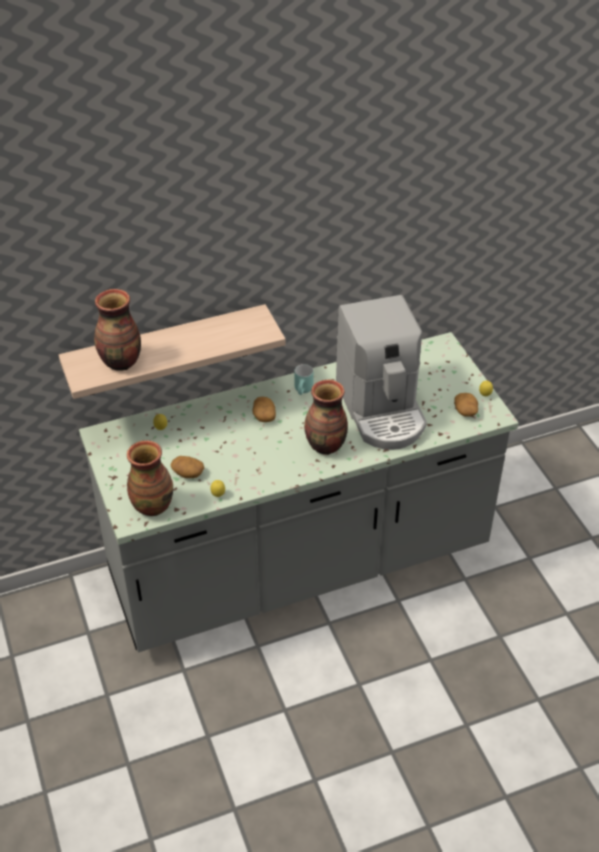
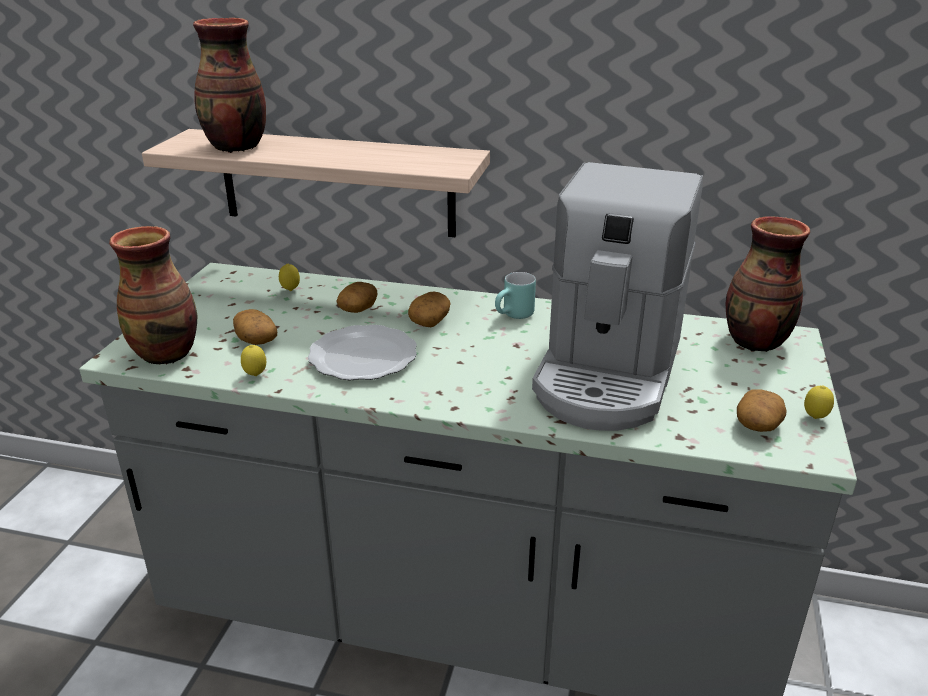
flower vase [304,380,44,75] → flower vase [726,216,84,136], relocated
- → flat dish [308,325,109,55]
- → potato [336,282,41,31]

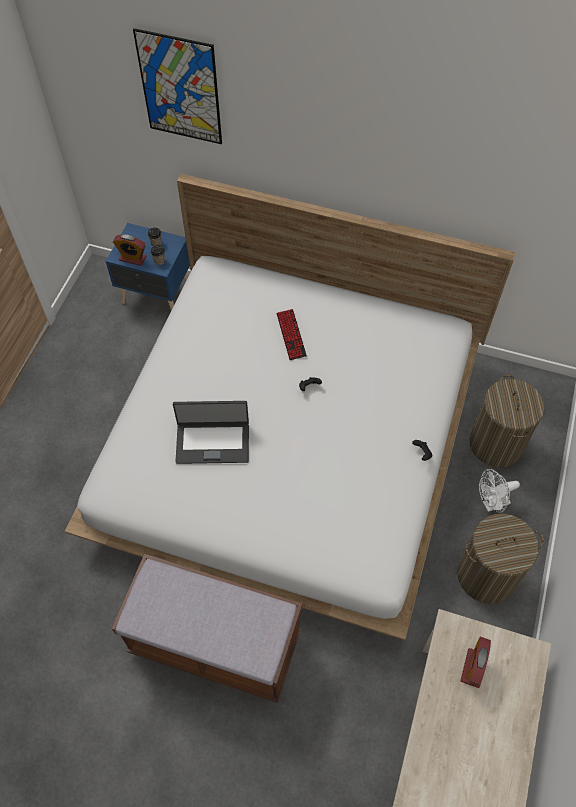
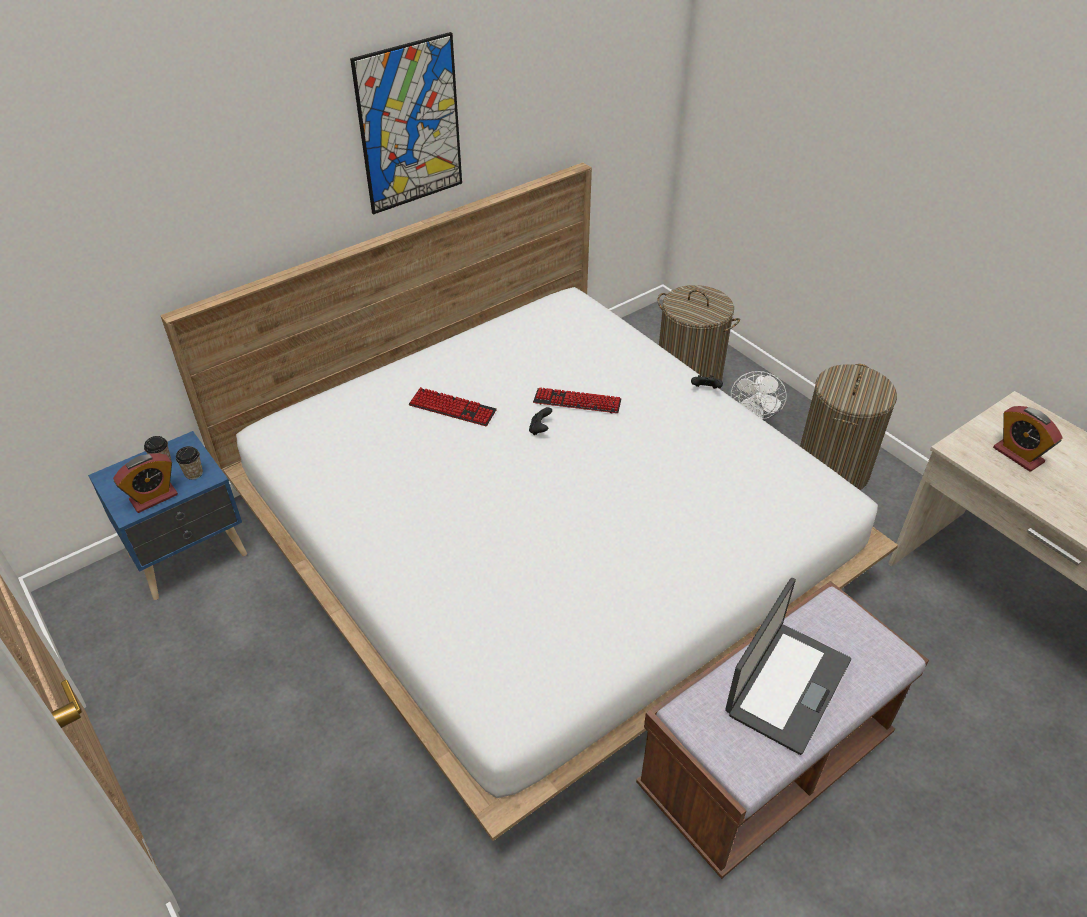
wall picture [133,28,89,116] → wall picture [350,32,112,183], relocated
notebook computer [173,401,76,63] → notebook computer [725,578,126,177], relocated
- → computer keyboard [533,387,88,27]

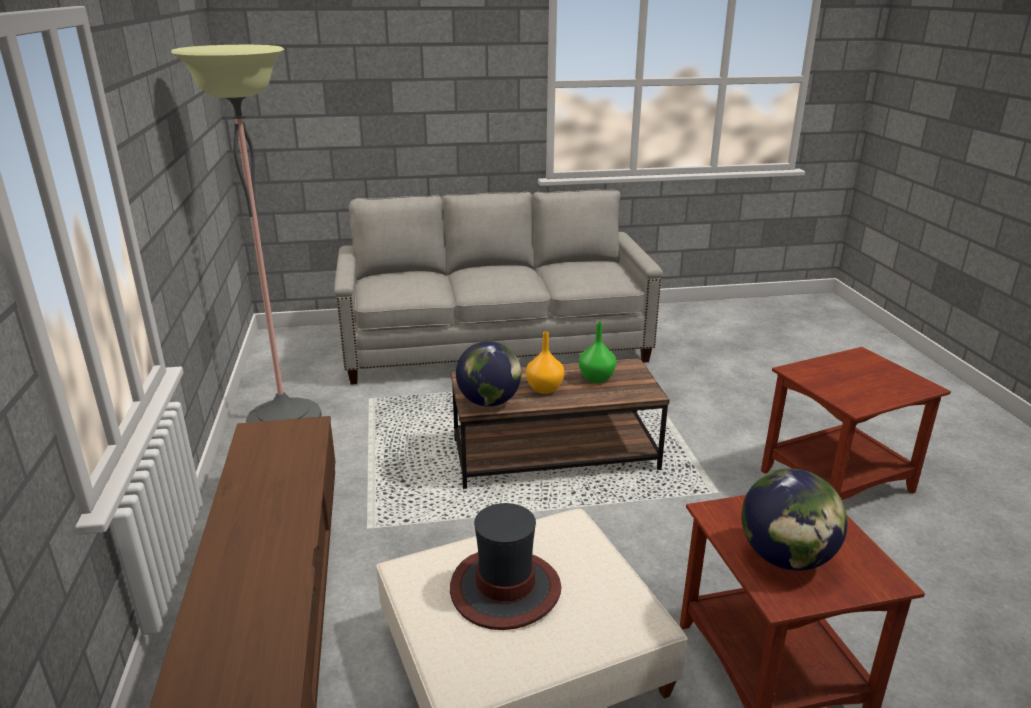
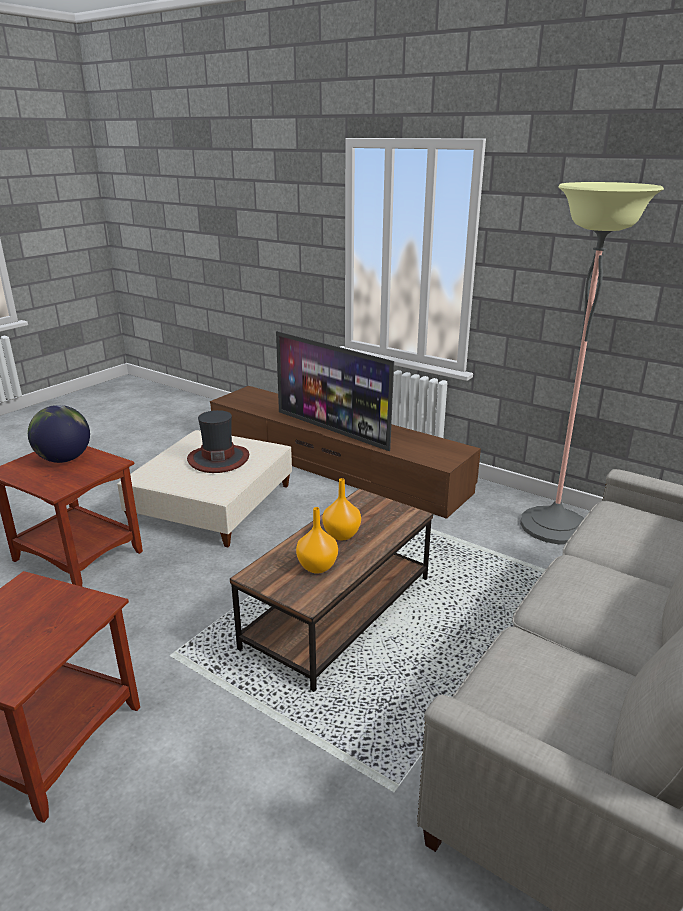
globe [456,341,66,66] → -
green flower vase [579,322,37,61] → orange-coloured flower vase [296,507,42,66]
- → TV set [276,331,118,120]

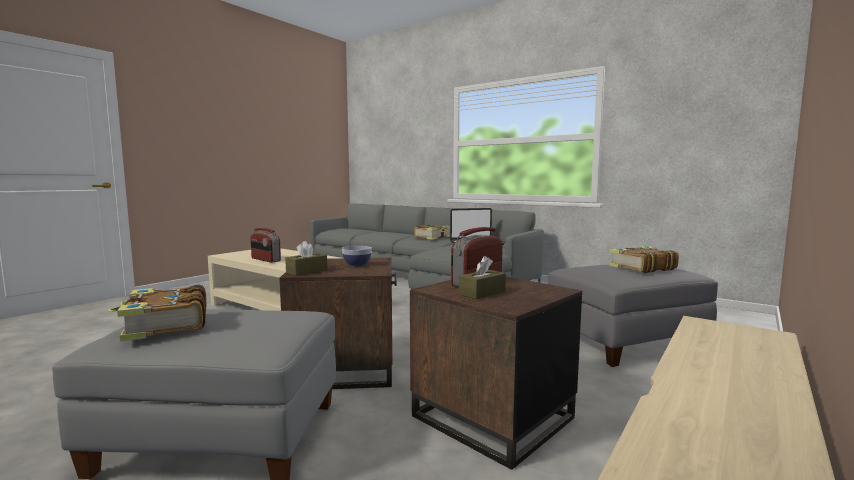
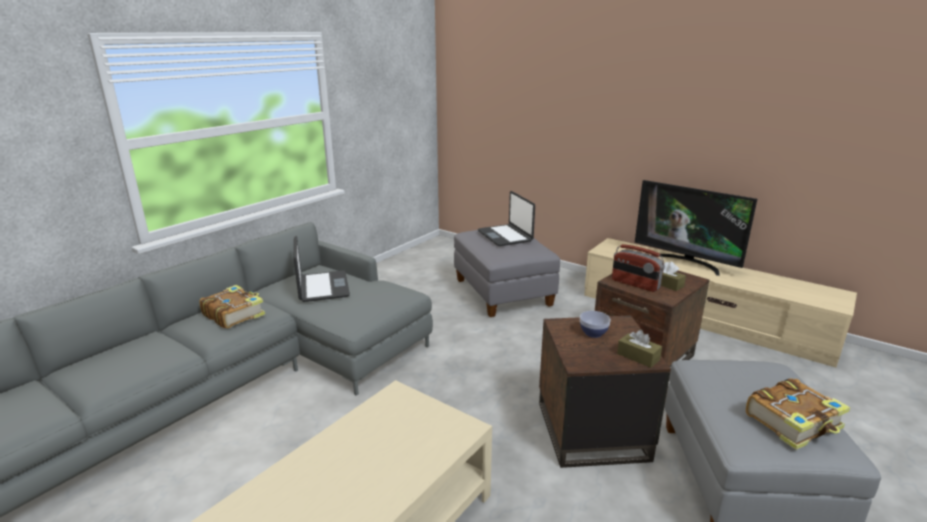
radio set [250,228,31,35] → -
bound book [609,246,70,27] → notebook computer [478,191,57,55]
- → TV set [635,180,122,96]

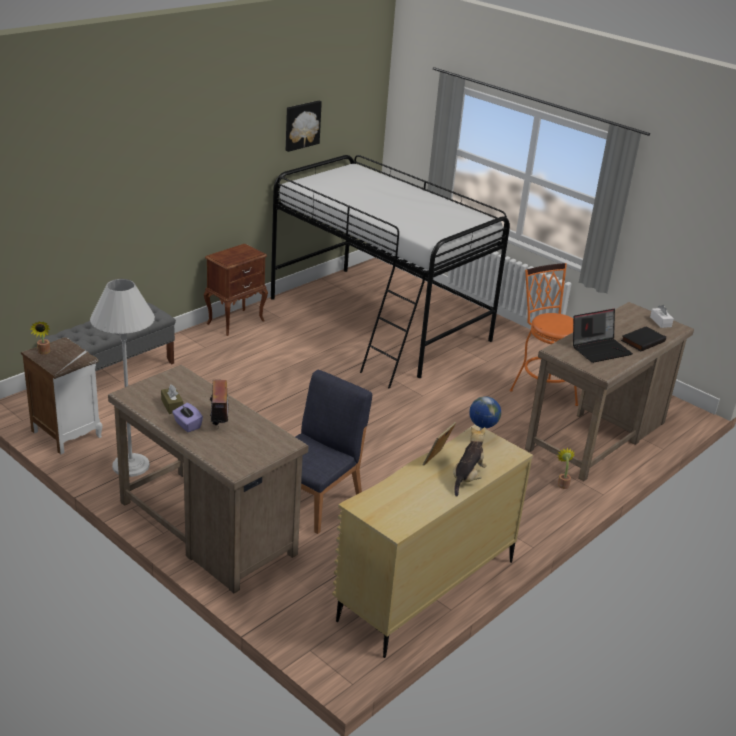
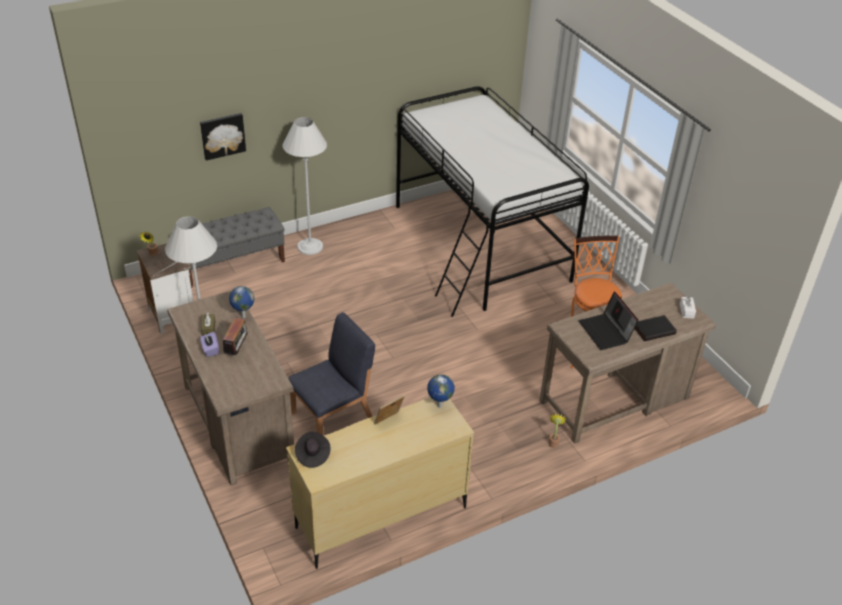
brownish night table [204,244,64,92] → -
wall picture [286,101,36,51] → wall picture [200,113,46,48], relocated
plush toy [453,427,34,70] → -
notebook computer [573,309,60,54] → notebook computer [579,291,60,59], 75 degrees clockwise
- → globe [229,286,25,32]
- → white-coloured floor lamp [282,117,45,138]
- → black wearable hat [295,432,35,36]

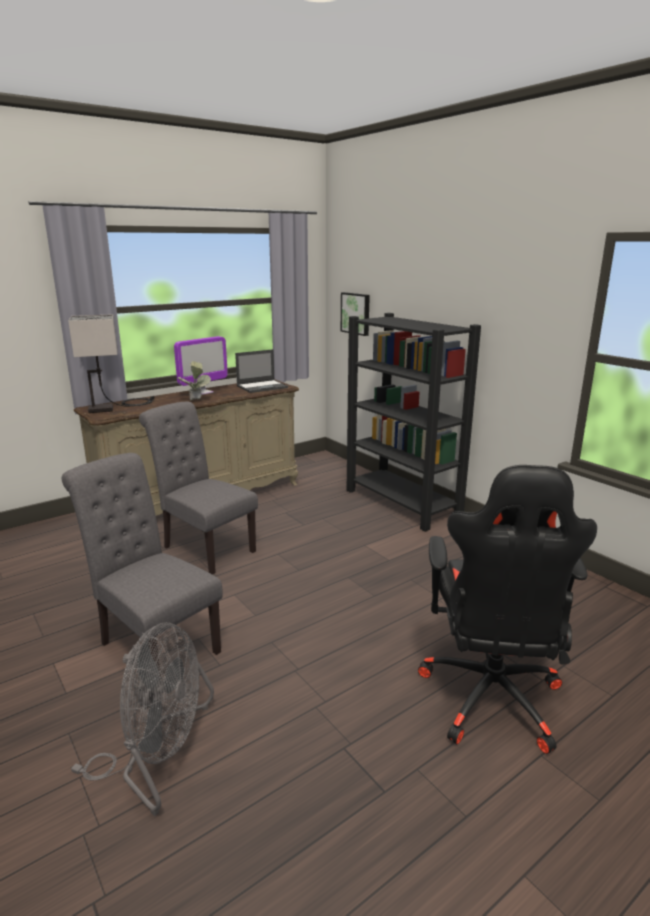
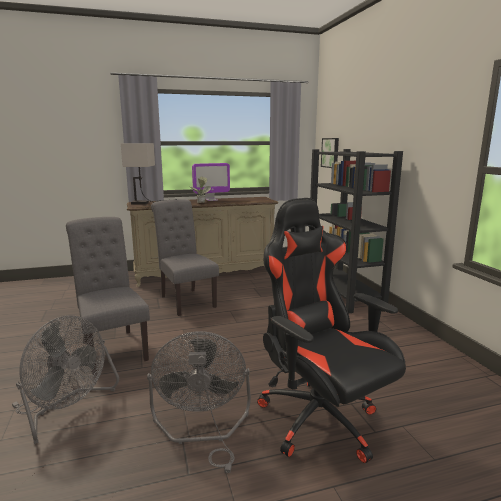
notebook computer [235,349,53,44] → -
black computer chair [418,465,179,289] → black computer chair [257,198,149,265], 120 degrees clockwise
- → grey electric fan [147,331,104,142]

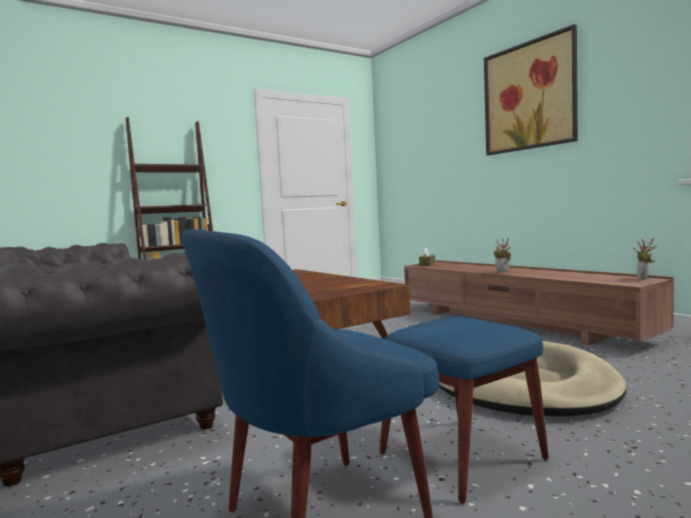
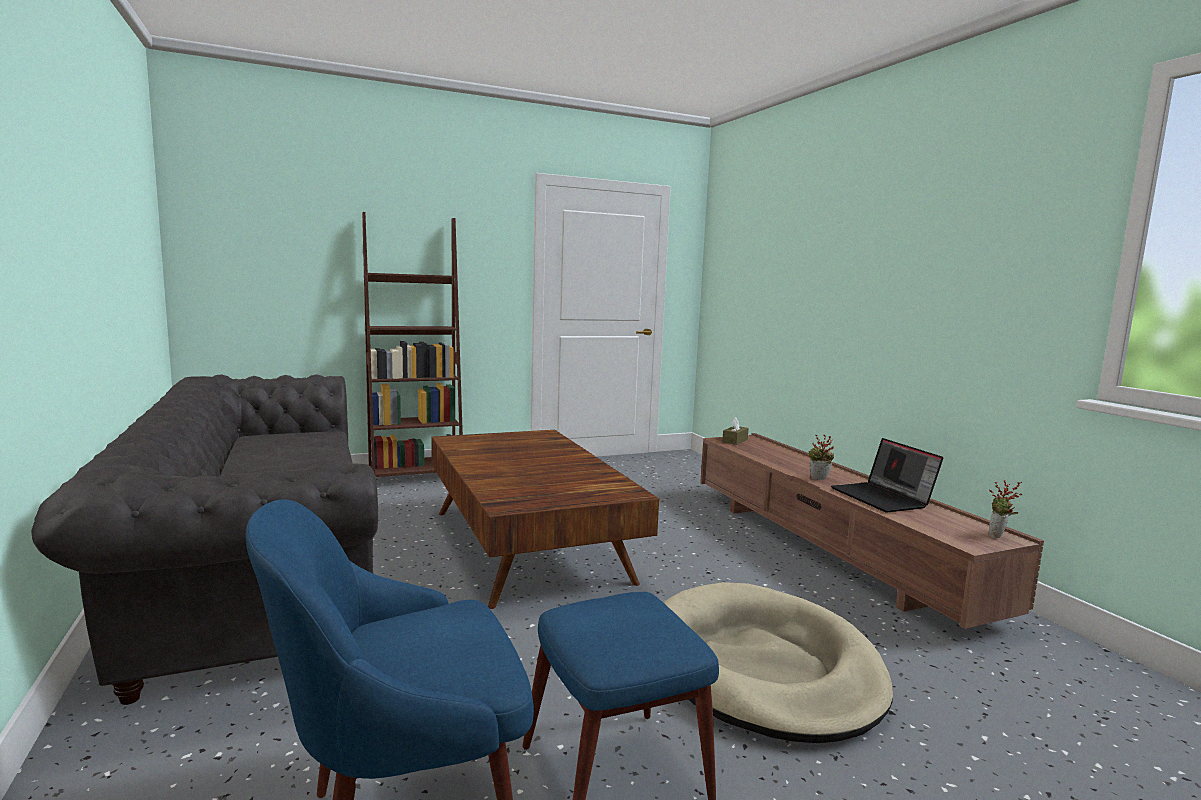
wall picture [484,24,94,131] → -
- → notebook computer [831,438,112,74]

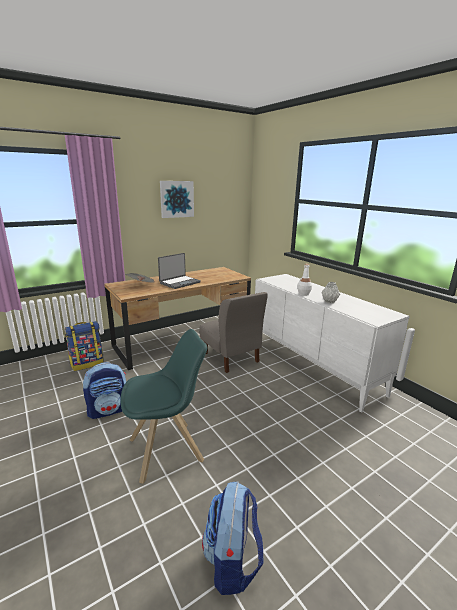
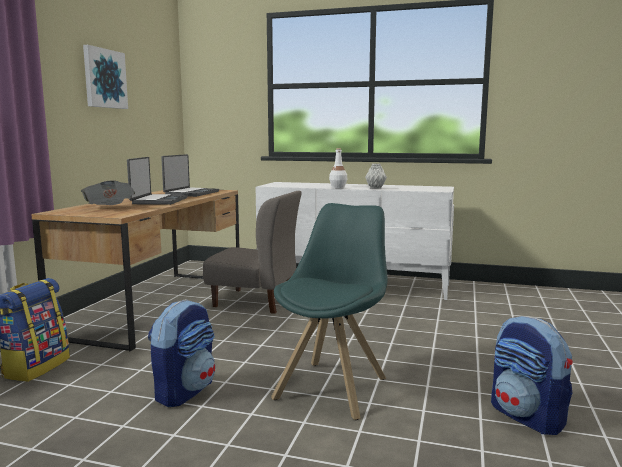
- → notebook computer [161,154,58,43]

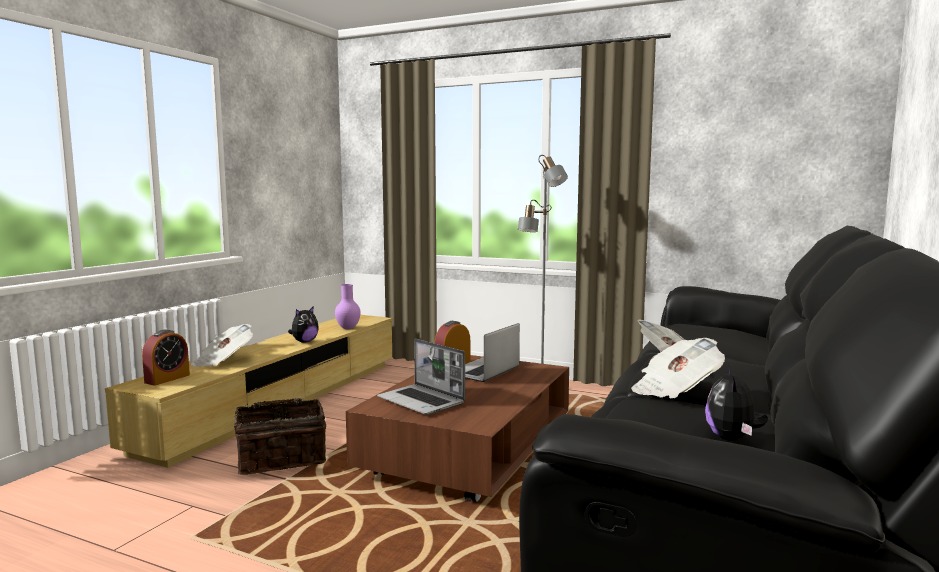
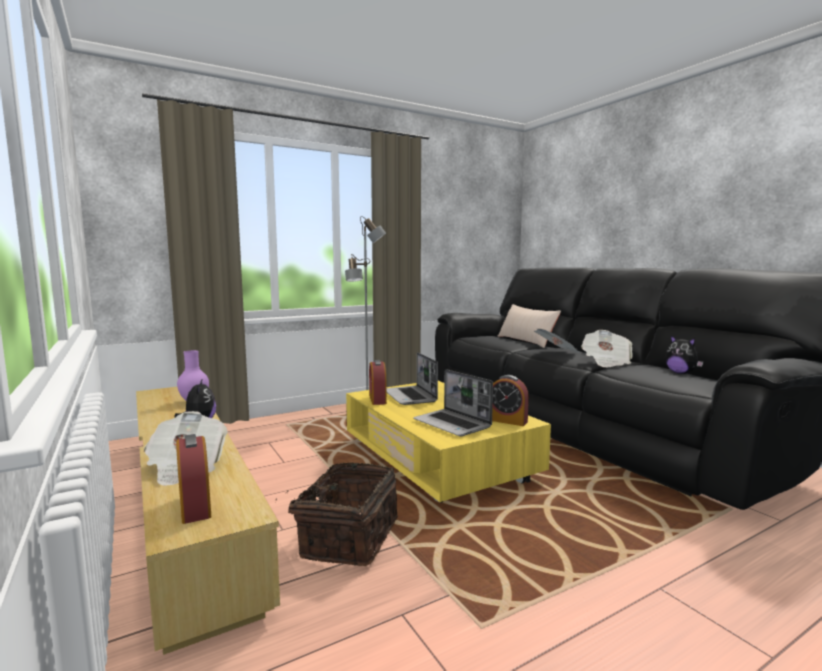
brownish lounge table [346,355,223,147] → yellow-coloured lounge table [346,381,205,122]
notebook computer [377,339,88,76] → notebook computer [413,369,80,67], 60 degrees clockwise
- → table clock [492,375,37,51]
- → beige-coloured pillow [498,304,63,44]

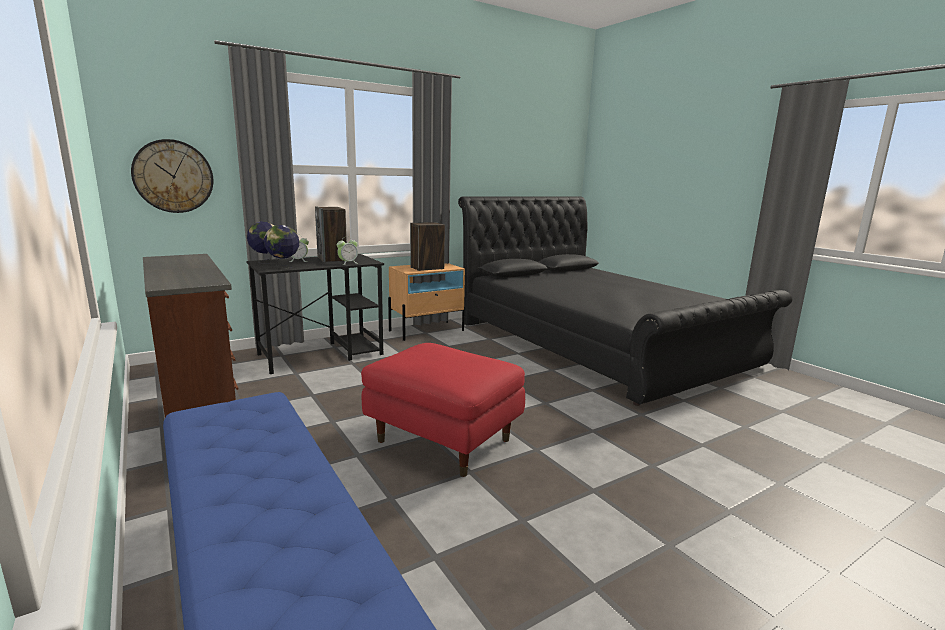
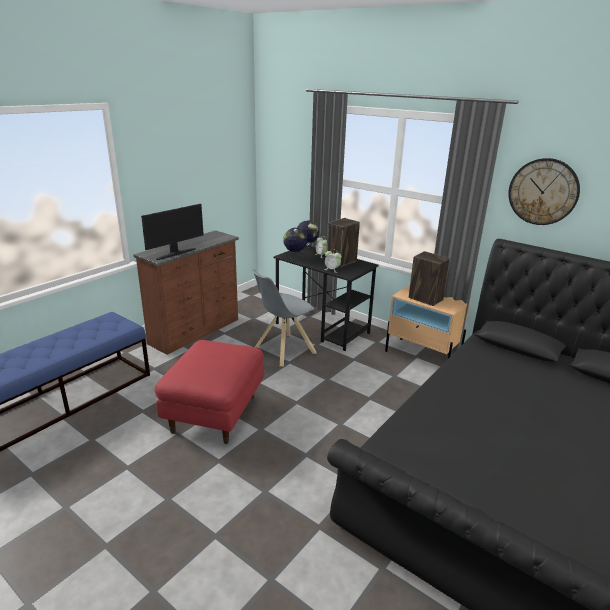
wall clock [131,139,82,74] → wall clock [508,158,72,67], relocated
- → computer screen [141,204,63,56]
- → grey chair [252,269,64,98]

